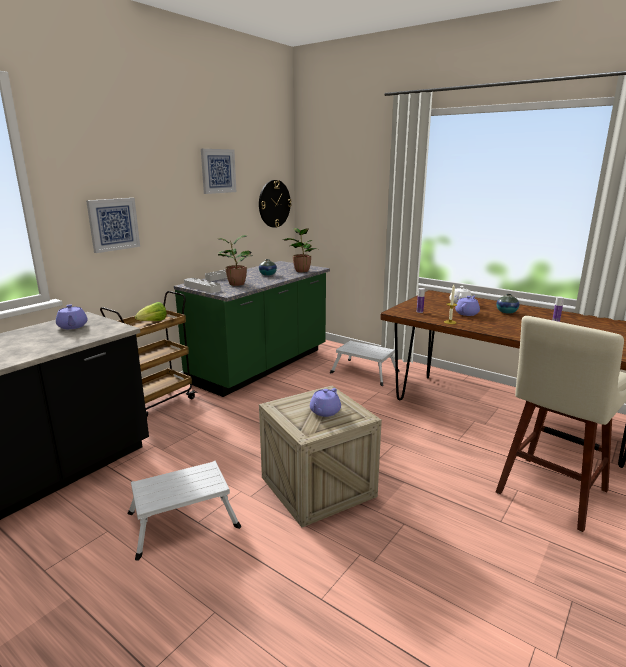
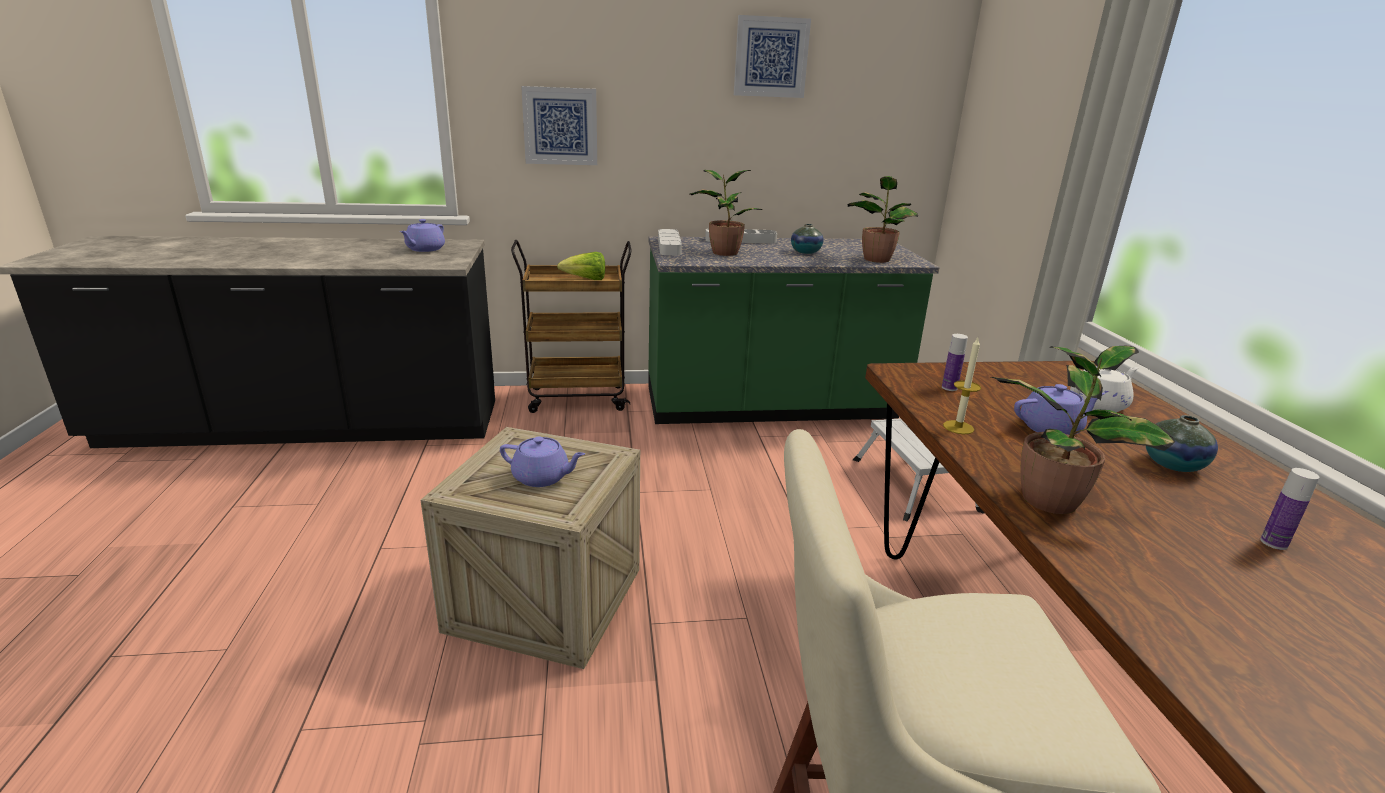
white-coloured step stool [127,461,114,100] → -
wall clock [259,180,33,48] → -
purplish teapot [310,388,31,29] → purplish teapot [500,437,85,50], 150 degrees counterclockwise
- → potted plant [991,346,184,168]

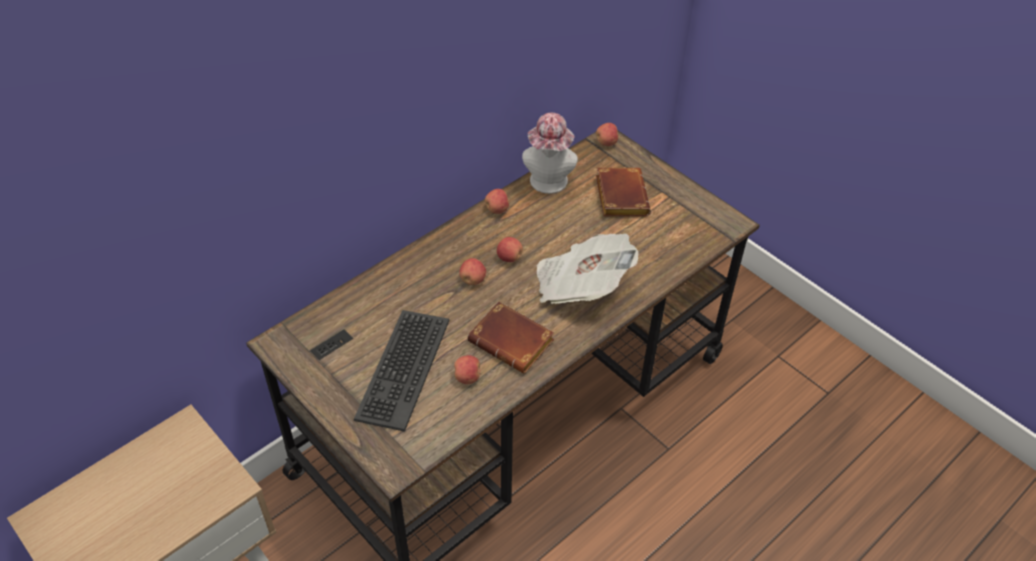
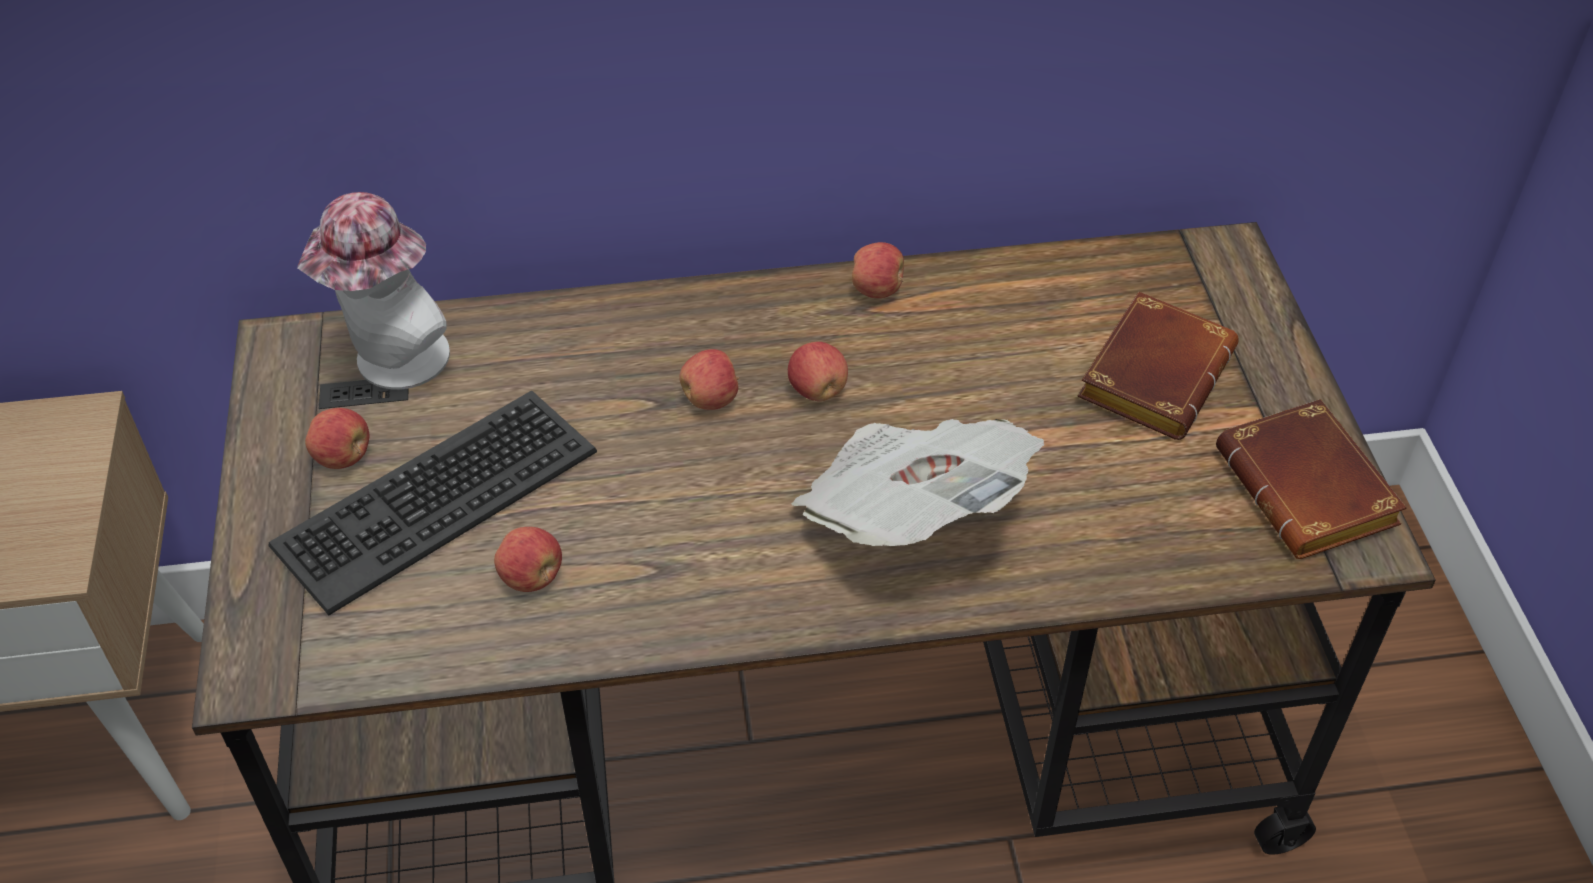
brownish bound book [468,301,86,72] → brownish bound book [1216,399,191,160], relocated
wearable hat [522,113,56,81] → wearable hat [297,192,153,198], relocated
apple [596,123,23,23] → apple [305,408,64,61], relocated

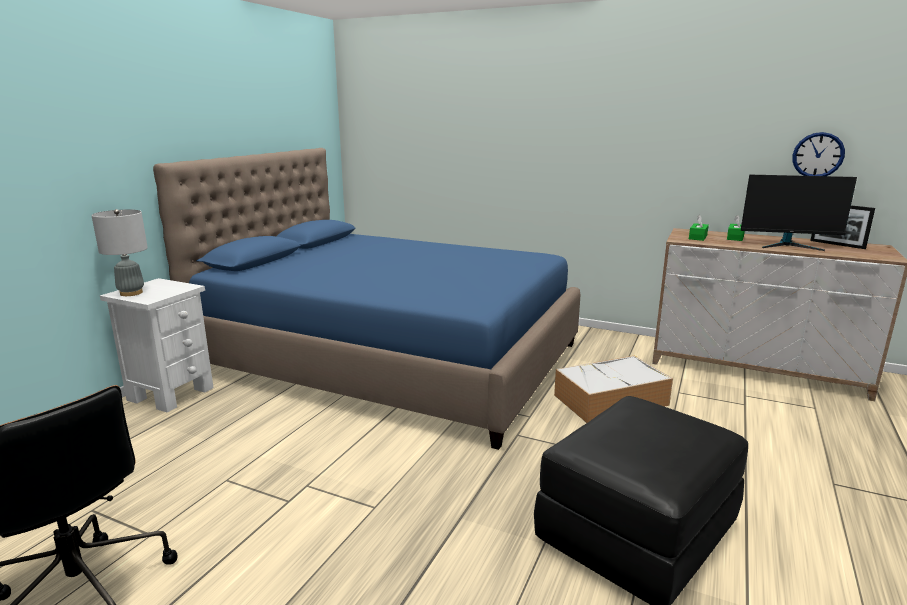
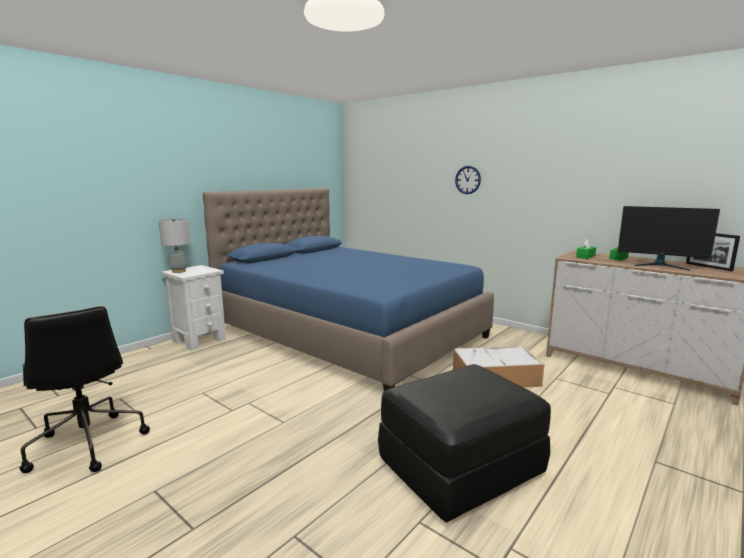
wall clock [792,132,53,44] → wall clock [455,166,26,28], relocated

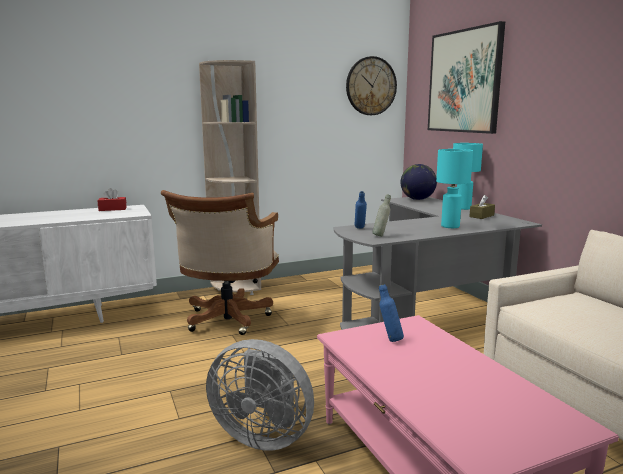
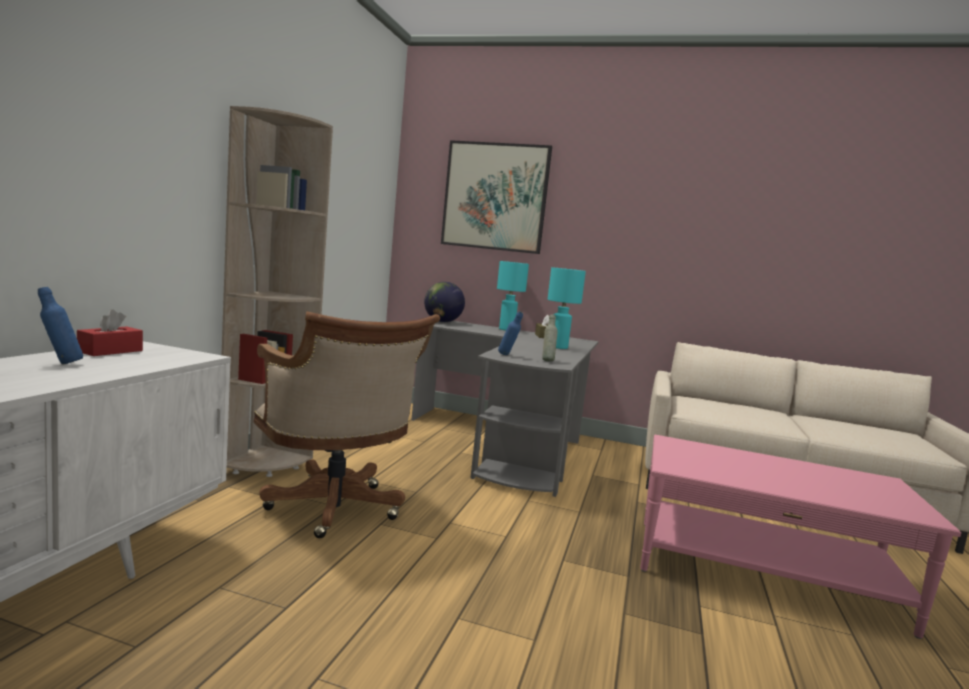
grey electric fan [206,339,108,112] → -
wall clock [346,56,51,59] → -
bluish beverage bottle [379,284,25,58] → bluish beverage bottle [38,287,45,78], relocated

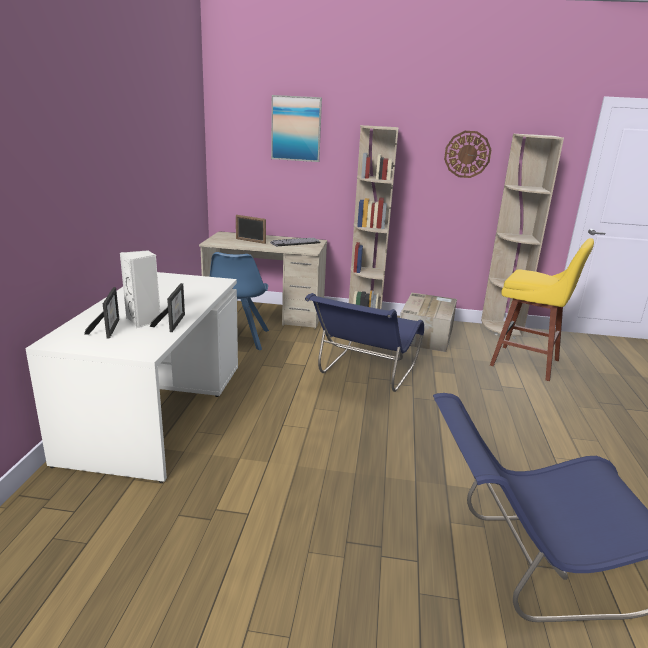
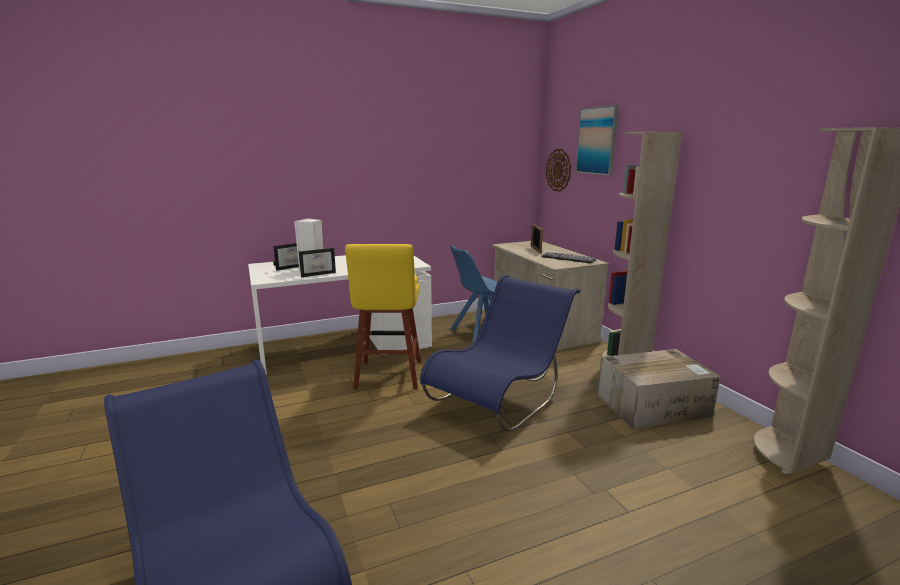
bluish chair [305,293,119,99] → bluish chair [420,275,160,156], 135 degrees clockwise
wall clock [444,131,48,47] → wall clock [546,149,25,43], relocated
yellow-coloured stool seat [490,238,104,143] → yellow-coloured stool seat [345,244,76,145], relocated

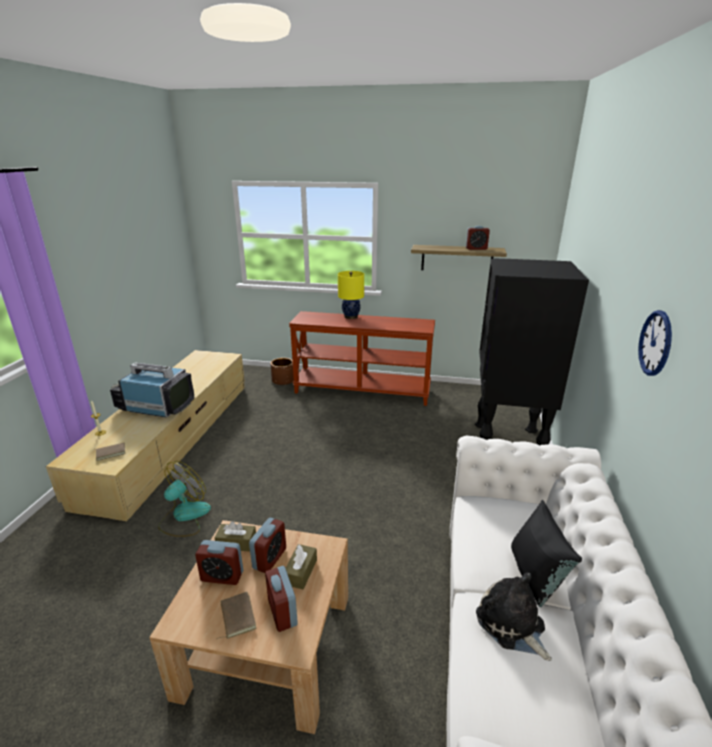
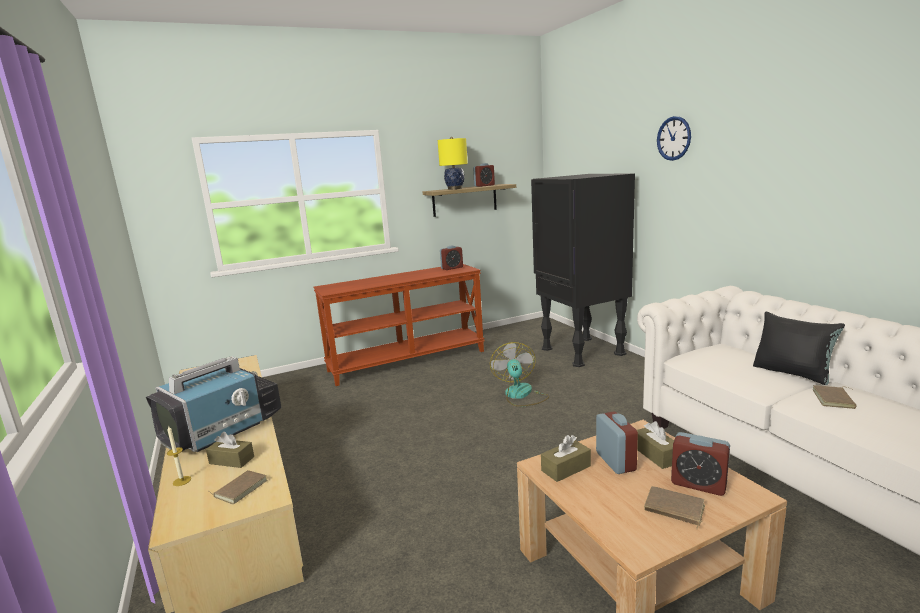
TV set [110,363,84,55] → TV set [146,356,135,96], 150 degrees clockwise
electric fan [158,461,53,76] → electric fan [490,342,59,65], relocated
table clock [195,540,48,45] → table clock [440,246,23,24], relocated
brownish planter [270,358,24,27] → -
yellow-coloured tabletop lamp [338,271,26,48] → yellow-coloured tabletop lamp [438,137,30,53], relocated
plush toy [476,572,76,89] → brownish bound book [813,385,44,24]
wall clock [638,310,34,66] → wall clock [657,116,34,45], relocated
- → brownish tissue box [206,432,48,36]

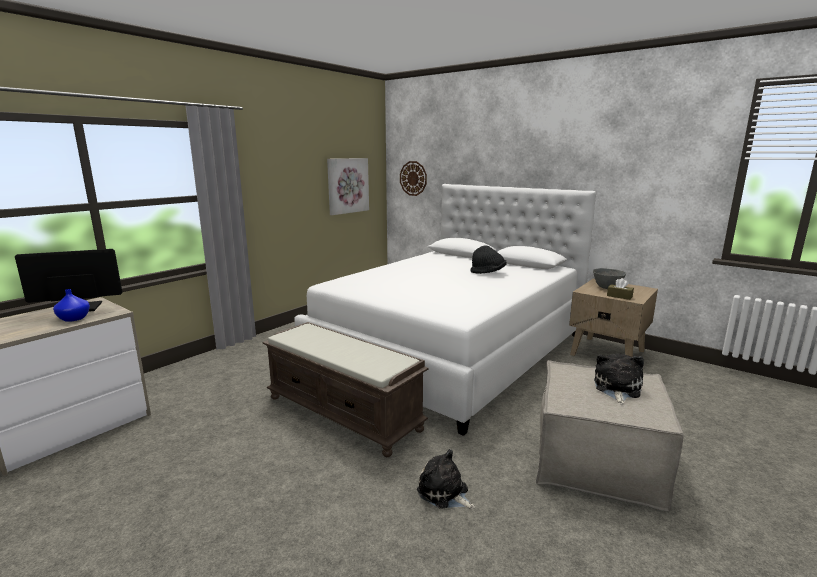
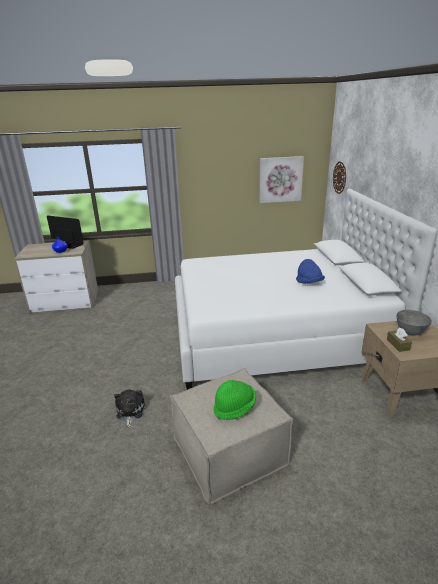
brownish long seat [262,322,167,135] → -
black wearable hat [470,246,36,28] → bluish wearable hat [296,259,29,25]
plush toy [594,353,50,52] → green wearable hat [214,380,42,40]

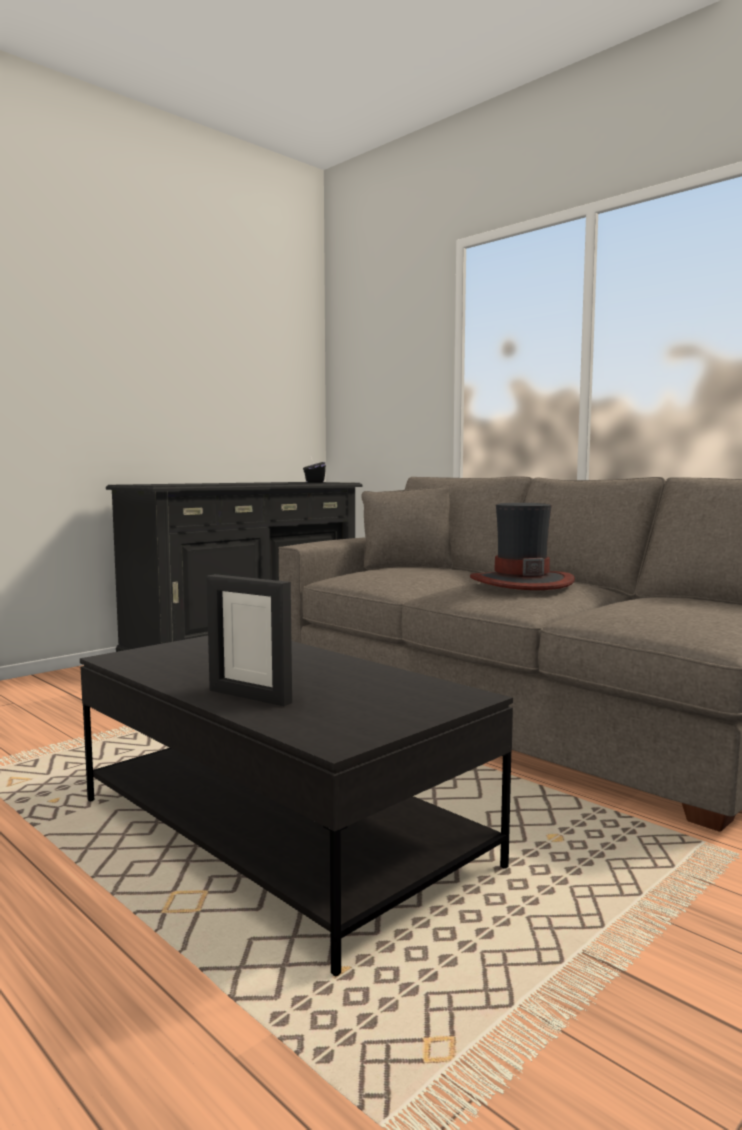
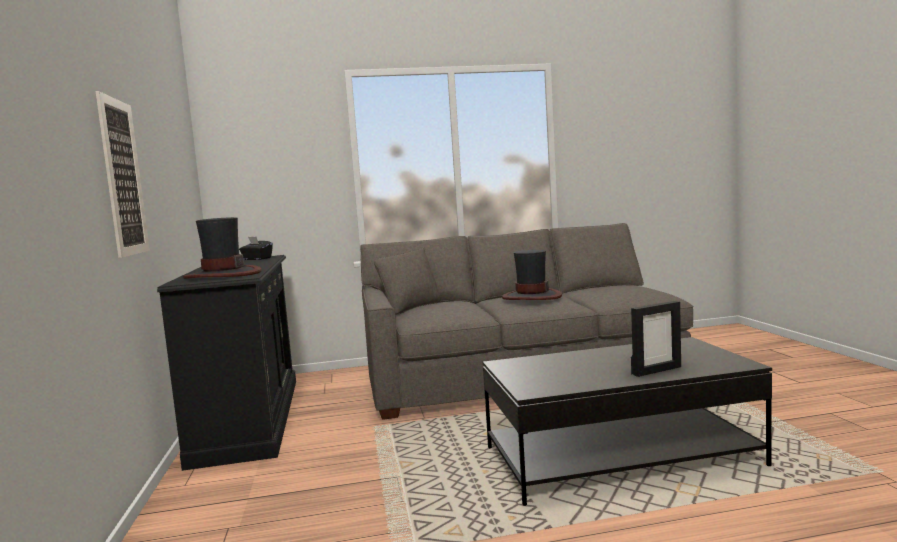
- → wall picture [95,91,55,167]
- → wearable hat [183,217,79,62]

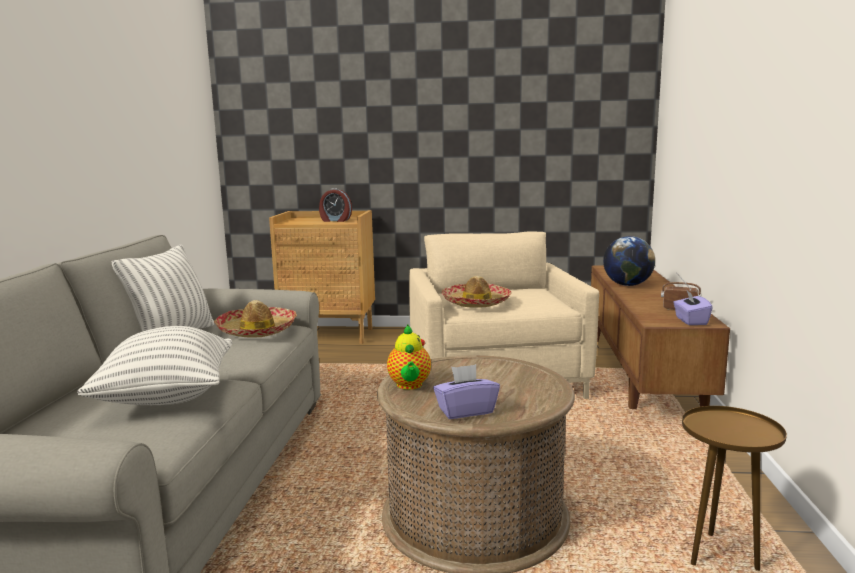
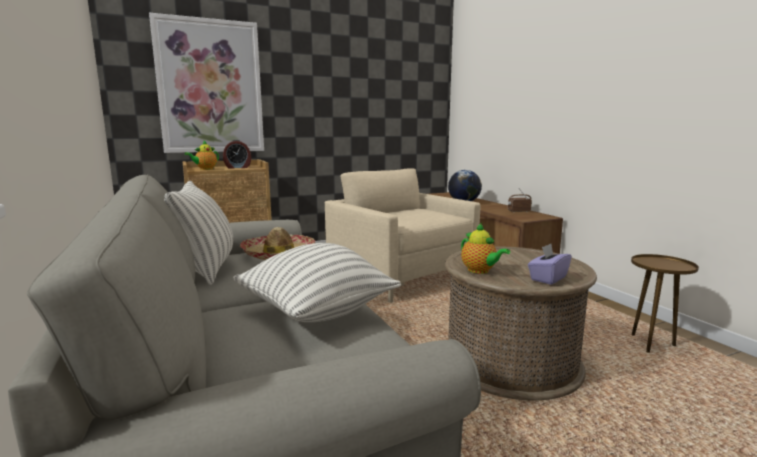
wearable hat [441,276,71,32] → -
purplish tissue box [673,291,40,34] → -
- → wall picture [149,13,115,140]
- → teapot [184,141,35,29]

